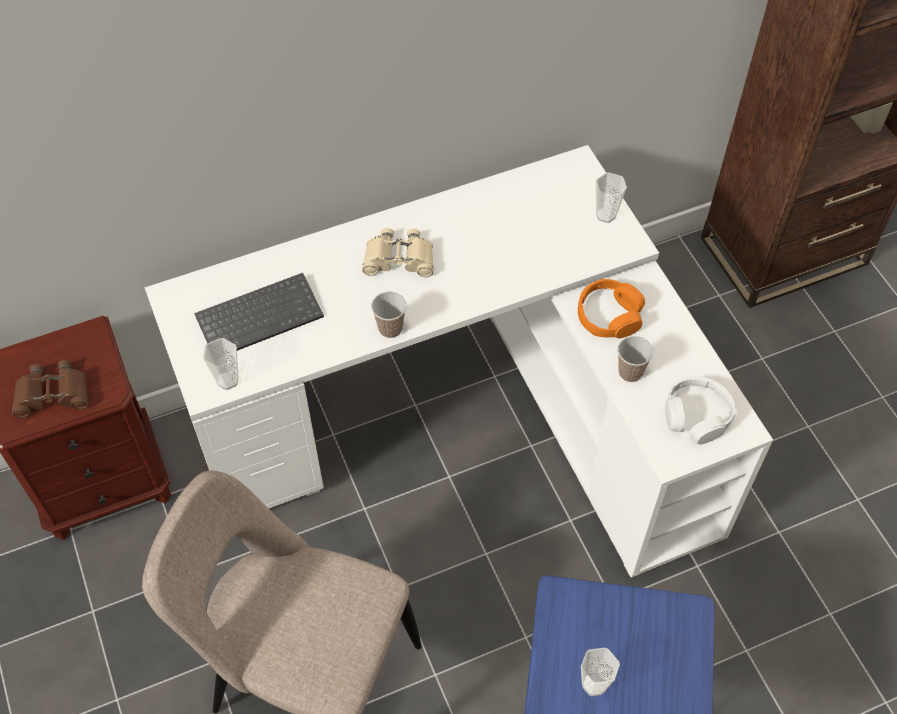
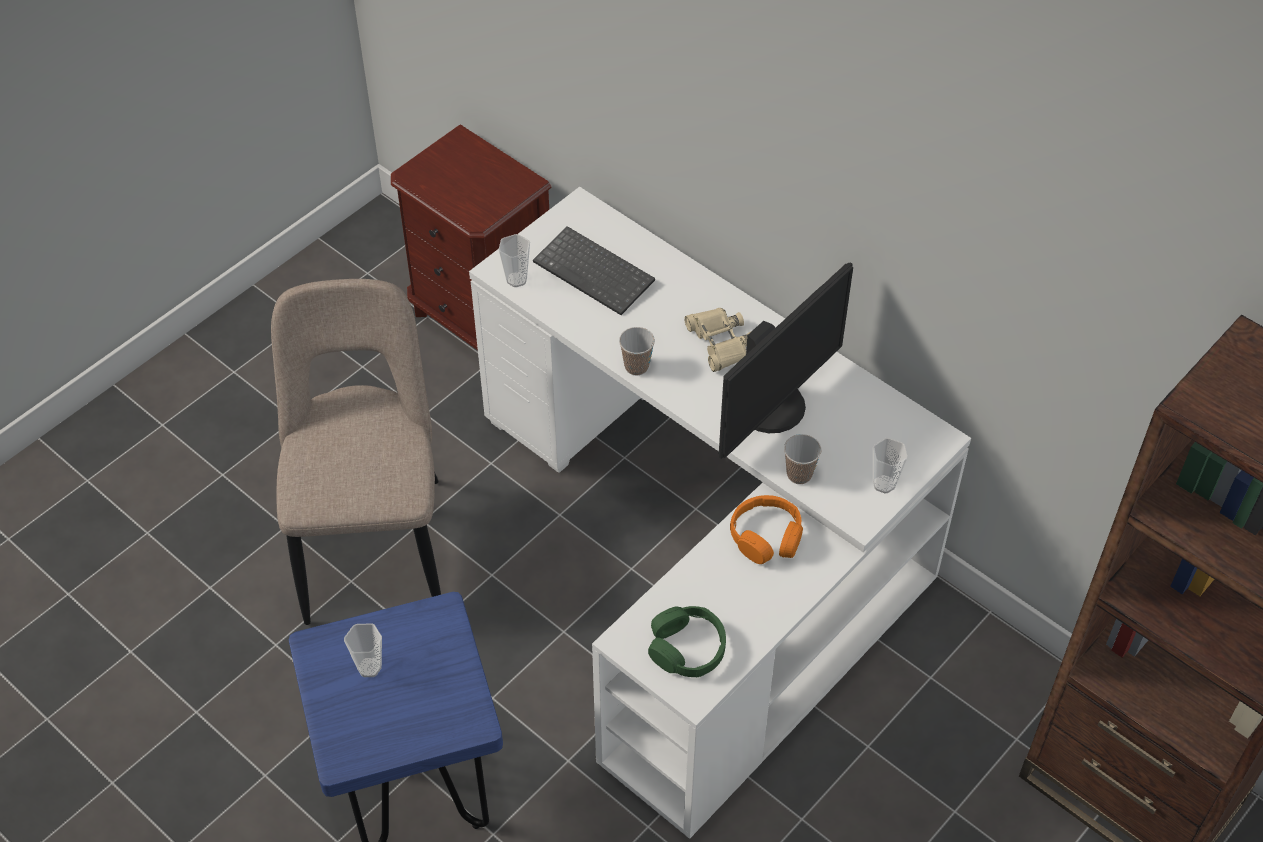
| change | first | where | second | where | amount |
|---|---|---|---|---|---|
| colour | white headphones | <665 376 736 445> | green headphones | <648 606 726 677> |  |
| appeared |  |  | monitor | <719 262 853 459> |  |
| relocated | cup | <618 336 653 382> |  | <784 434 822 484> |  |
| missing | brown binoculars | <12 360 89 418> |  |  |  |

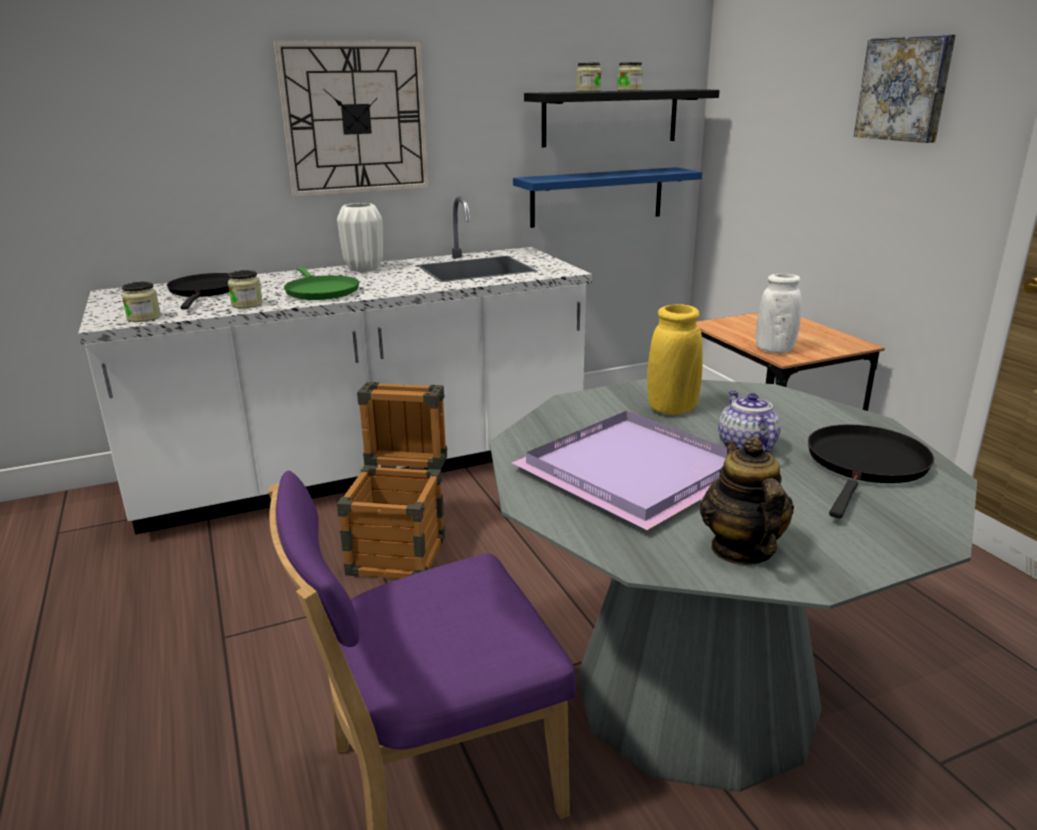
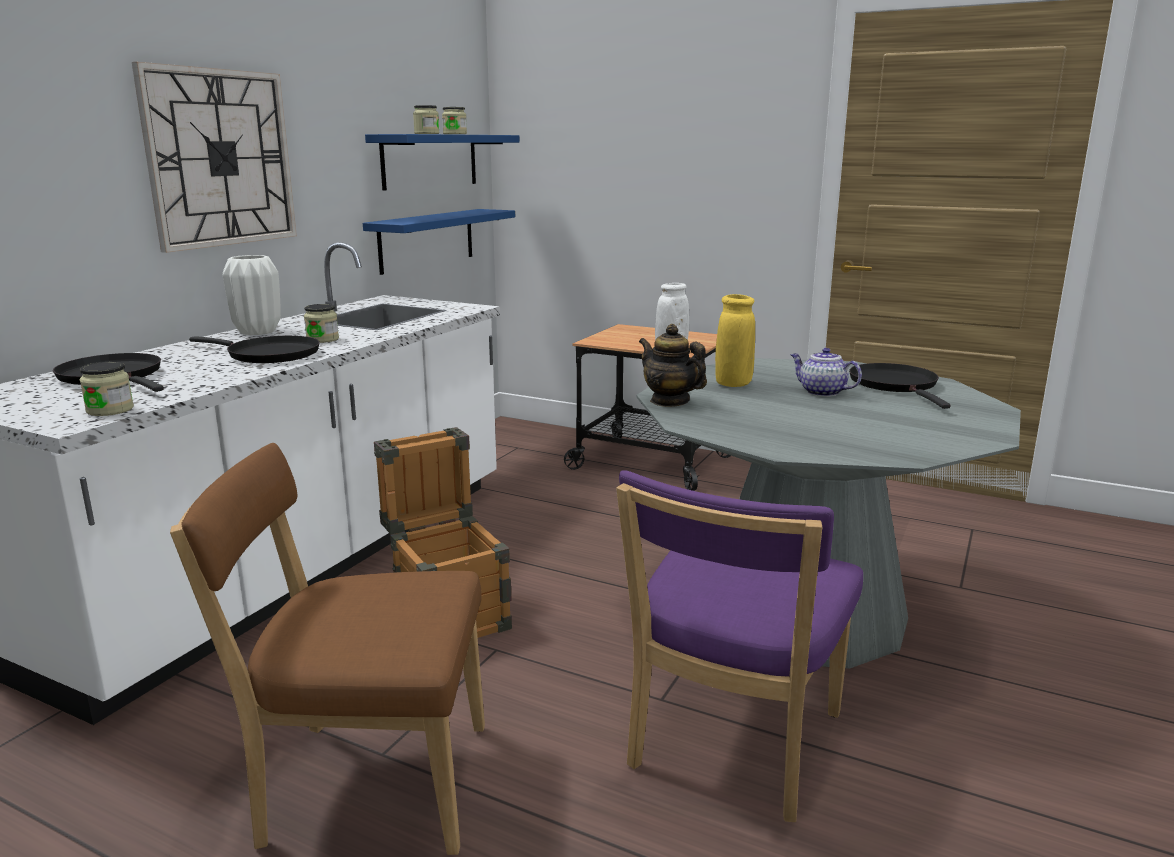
| change | first | where | second | where | amount |
|---|---|---|---|---|---|
| appeared |  |  | brown chair | <170 443 485 855> |  |
| colour | green frying pan | <284 267 359 300> | black frying pan | <189 336 320 363> |  |
| relocated | jar | <228 270 263 308> |  | <304 304 339 343> |  |
| colour | black shelf | <524 89 720 147> | blue shelf | <365 134 520 191> |  |
| relocated | teapot | <700 437 794 565> |  | <639 324 707 407> |  |
| missing | purple tray | <512 411 727 530> |  |  |  |
| missing | picture | <854 34 956 143> |  |  |  |

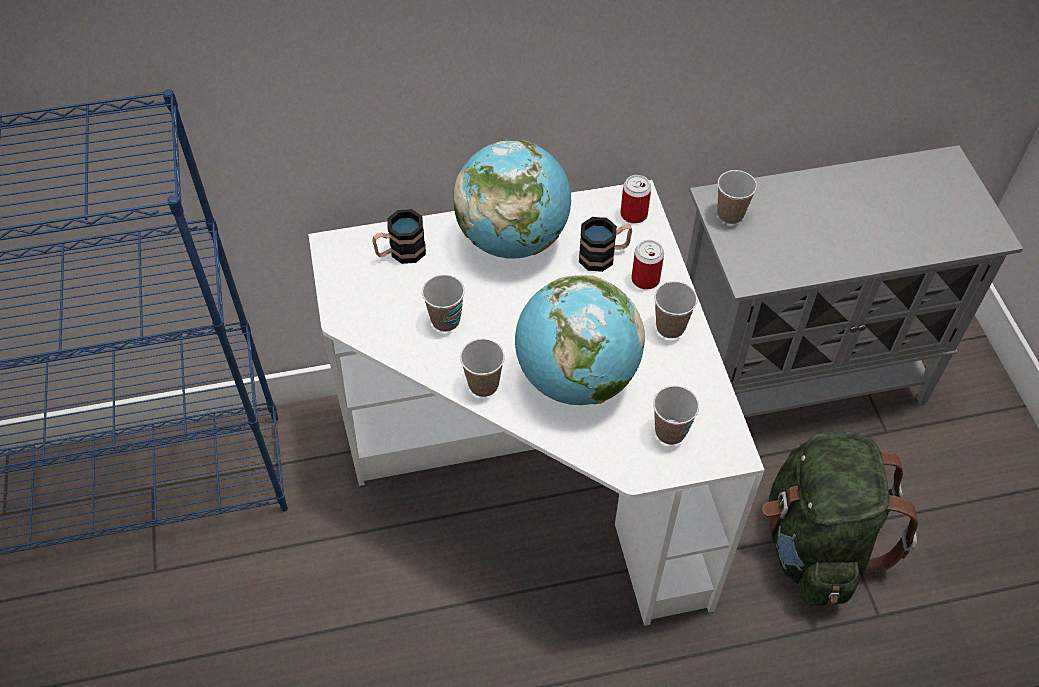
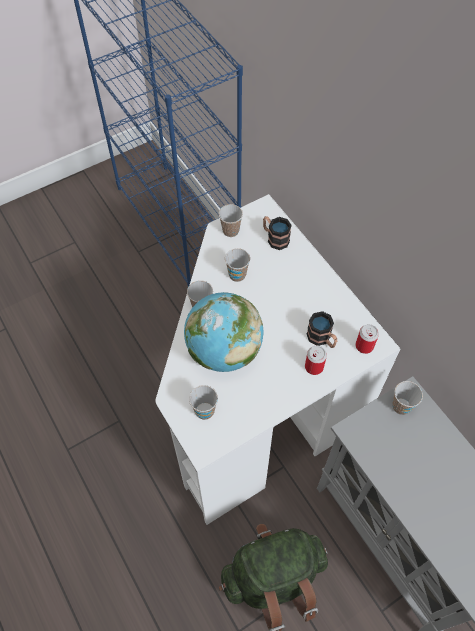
| change | first | where | second | where | amount |
|---|---|---|---|---|---|
| relocated | cup | <654 281 698 338> |  | <219 204 243 237> |  |
| missing | globe | <453 139 571 259> |  |  |  |

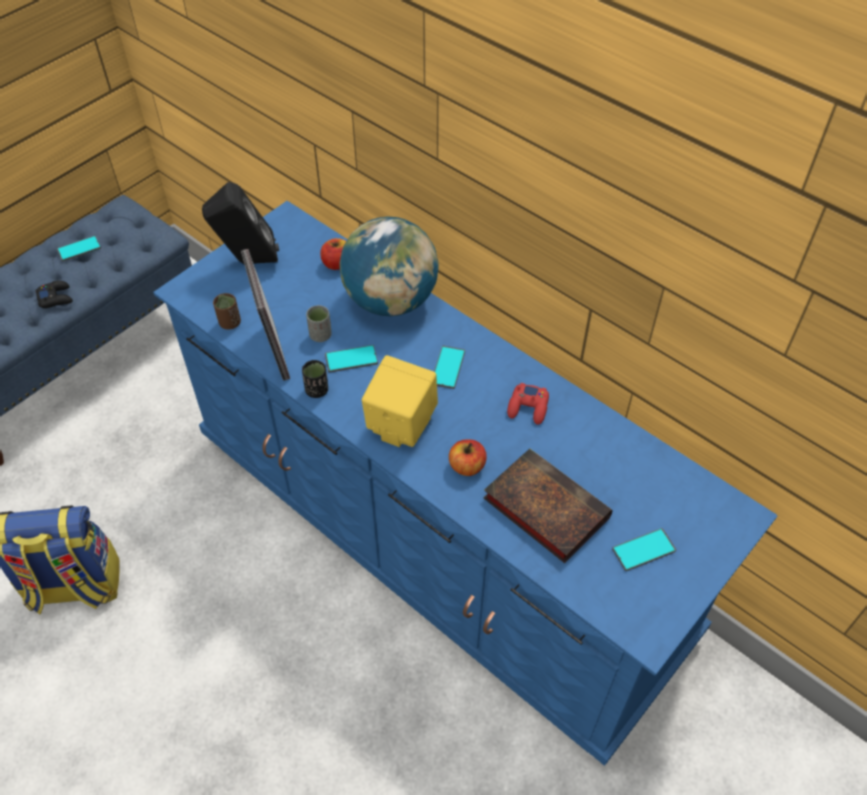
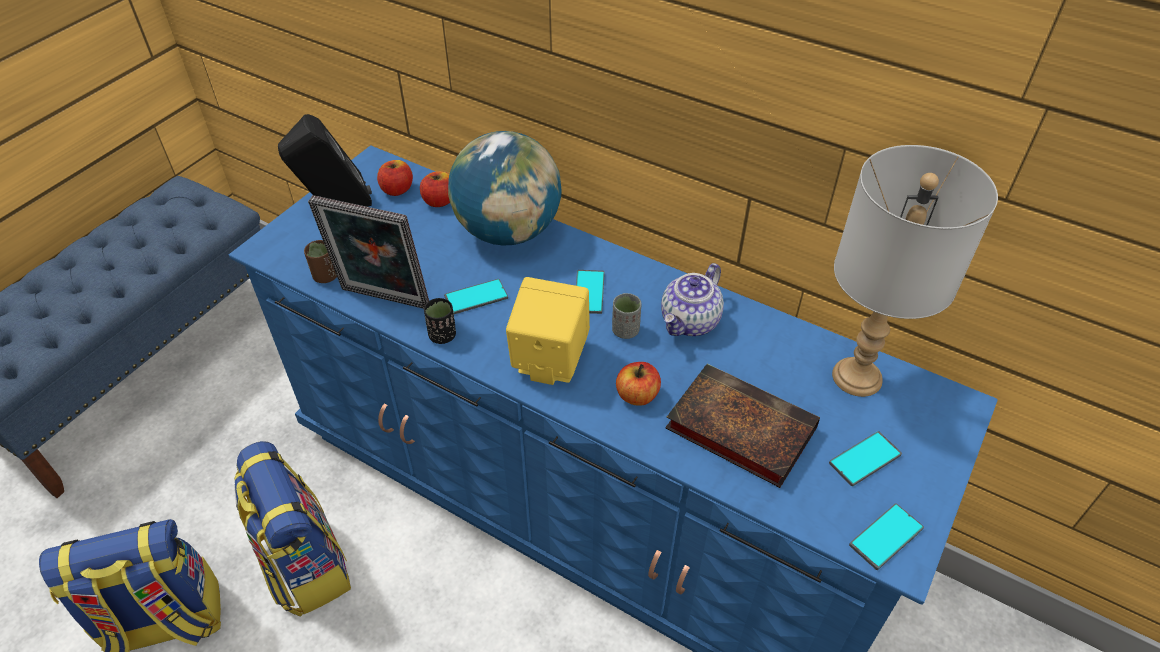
| change | first | where | second | where | amount |
|---|---|---|---|---|---|
| appeared |  |  | backpack | <234 441 351 617> |  |
| spun | picture frame | <241 249 290 381> |  | <308 195 429 308> | 45 degrees counterclockwise |
| appeared |  |  | apple | <377 160 413 196> |  |
| relocated | grey cup | <306 305 332 342> |  | <612 293 642 339> |  |
| exchanged | red game controller | <507 383 549 425> | teapot | <661 263 724 336> |  |
| appeared |  |  | grey table lamp | <832 145 998 397> |  |
| relocated | phone | <57 236 101 262> |  | <849 503 924 570> |  |
| missing | black game controller | <35 280 73 308> |  |  |  |

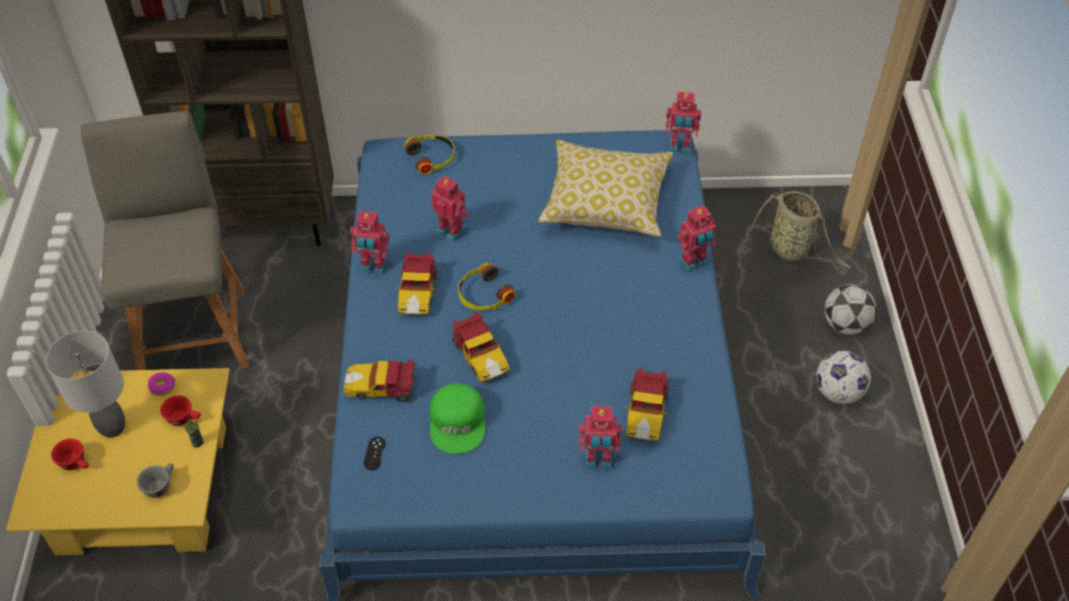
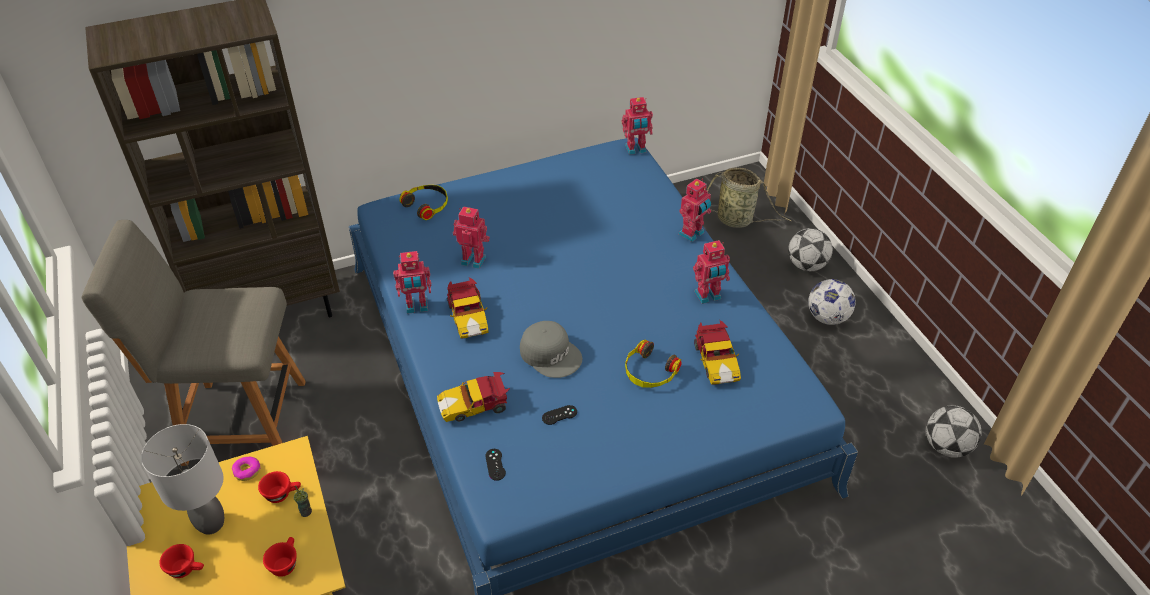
| change | first | where | second | where | amount |
|---|---|---|---|---|---|
| spun | grey chair | <81 111 249 370> |  | <81 220 306 466> | 60 degrees counterclockwise |
| colour | grey cup | <137 463 174 498> | red cup | <263 537 297 577> |  |
| exchanged | toy car | <452 311 510 382> | grey cap | <520 321 582 378> |  |
| exchanged | green cap | <429 383 485 454> | black game controller | <542 405 577 425> |  |
| relocated | headphones | <458 263 515 310> |  | <625 340 682 388> |  |
| relocated | toy robot | <579 406 622 469> |  | <693 240 730 304> |  |
| appeared |  |  | football | <926 406 982 457> |  |
| missing | pillow | <538 140 673 237> |  |  |  |

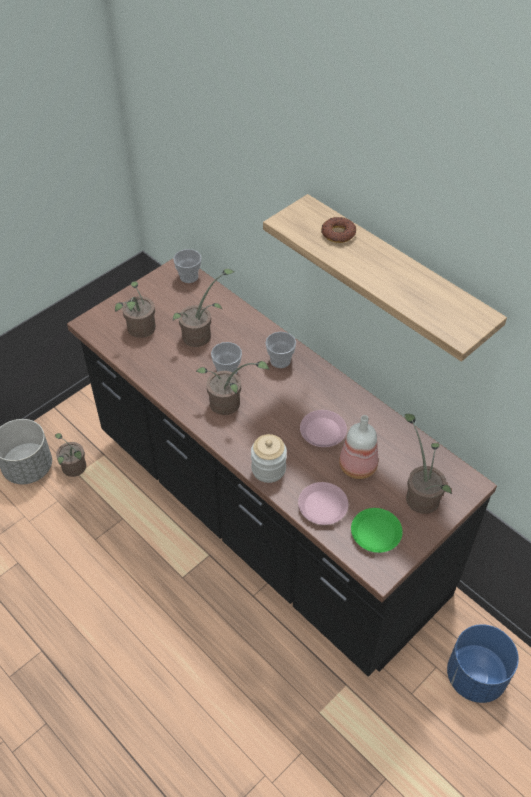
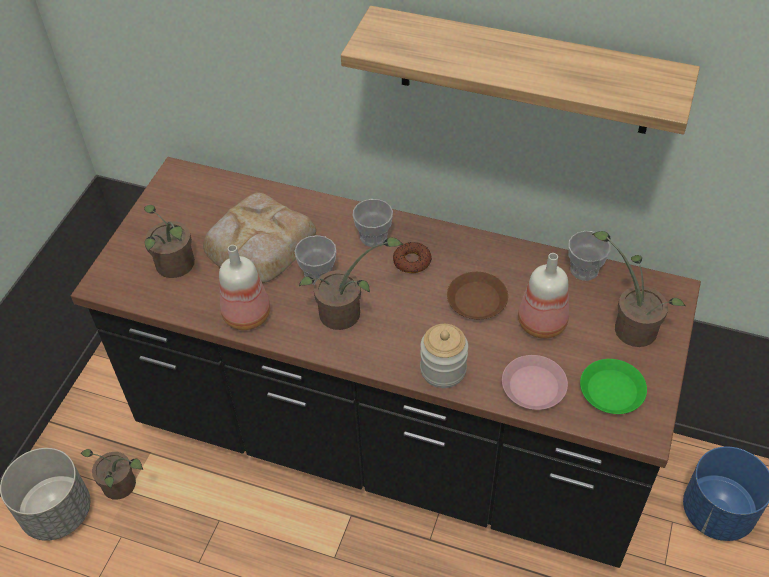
| change | first | where | second | where | amount |
|---|---|---|---|---|---|
| exchanged | potted plant | <173 269 235 347> | bread | <203 193 316 283> |  |
| appeared |  |  | bottle | <219 245 270 330> |  |
| relocated | donut | <321 217 356 243> |  | <393 242 432 273> |  |
| colour | pink plate | <300 410 347 447> | brown plate | <447 272 508 319> |  |
| relocated | cup | <173 249 202 283> |  | <568 231 611 281> |  |

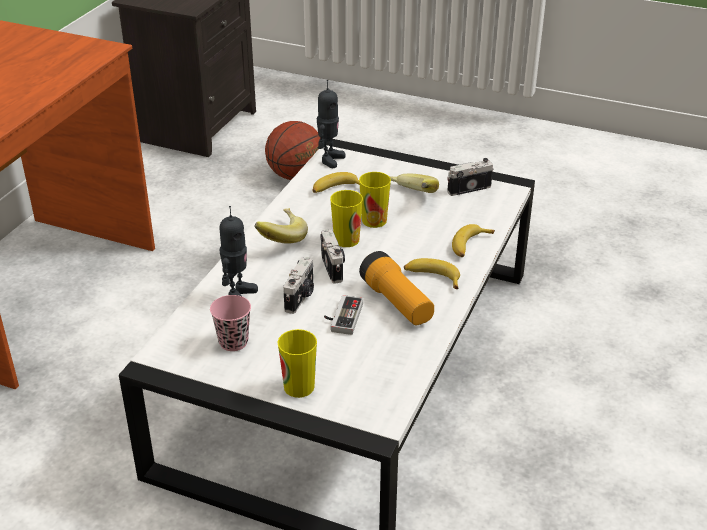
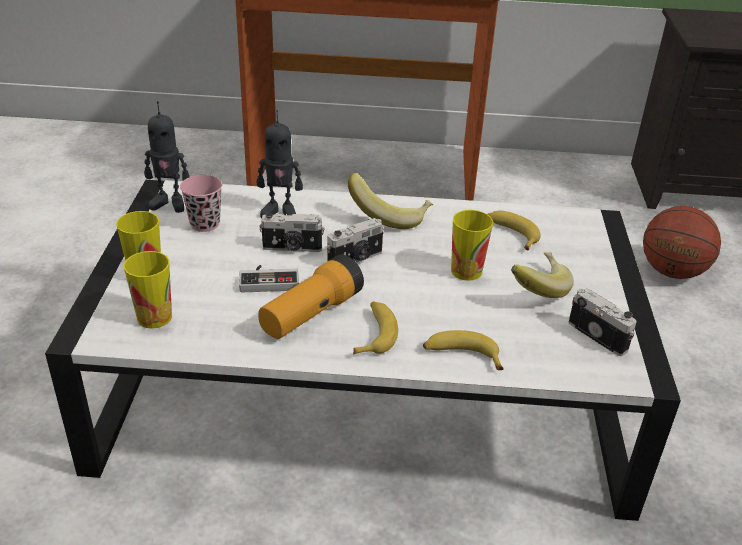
| change | first | where | second | where | amount |
|---|---|---|---|---|---|
| relocated | cup | <330 190 363 247> |  | <124 251 172 329> |  |
| relocated | toy robot | <317 80 346 168> |  | <144 101 189 213> |  |

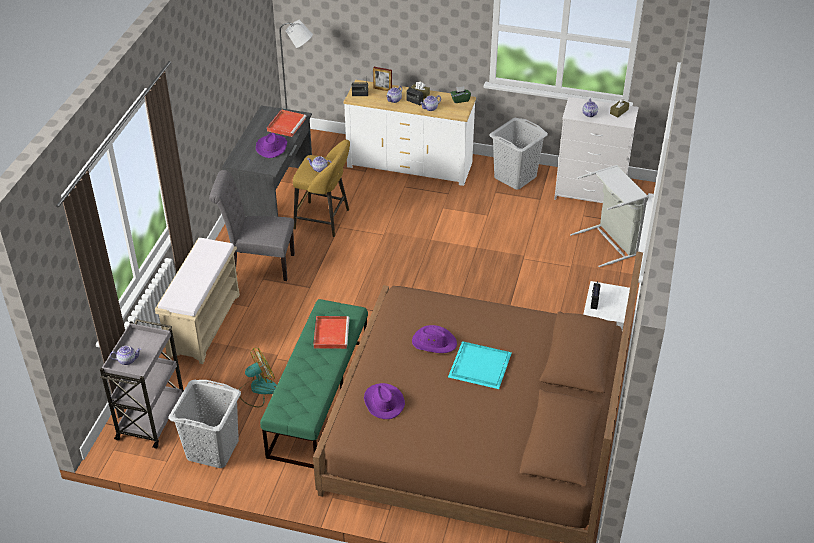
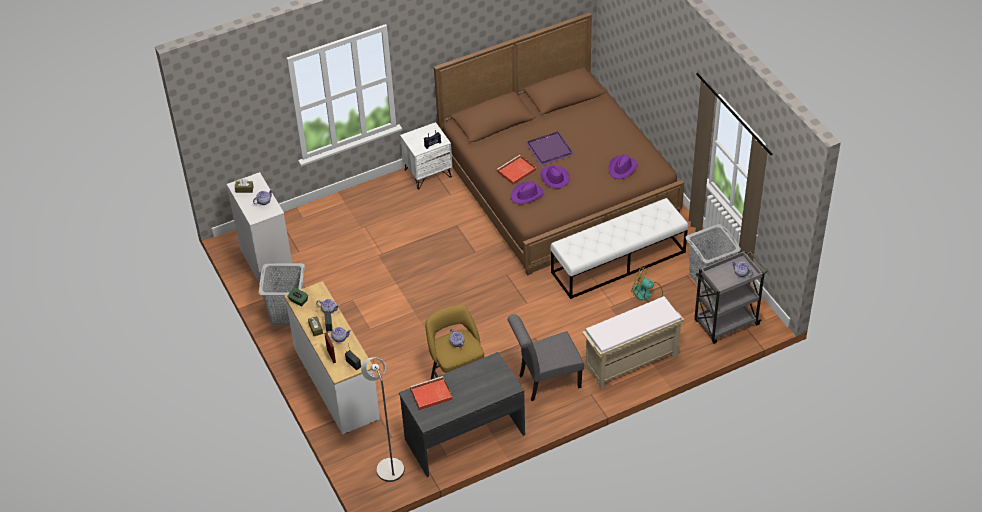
| change | first | where | second | where | amount |
|---|---|---|---|---|---|
| relocated | red tray | <313 316 349 349> |  | <497 155 536 185> |  |
| spun | grey chair | <209 170 295 281> |  | <507 314 584 401> | 105 degrees clockwise |
| relocated | purple hat | <256 133 287 158> |  | <511 181 543 204> |  |
| colour | turquoise tray | <448 341 512 389> | purple tray | <525 131 575 166> |  |
| colour | green bench | <260 299 368 468> | white bench | <550 198 688 299> |  |
| missing | grey laundry basket | <570 165 649 267> |  |  |  |

